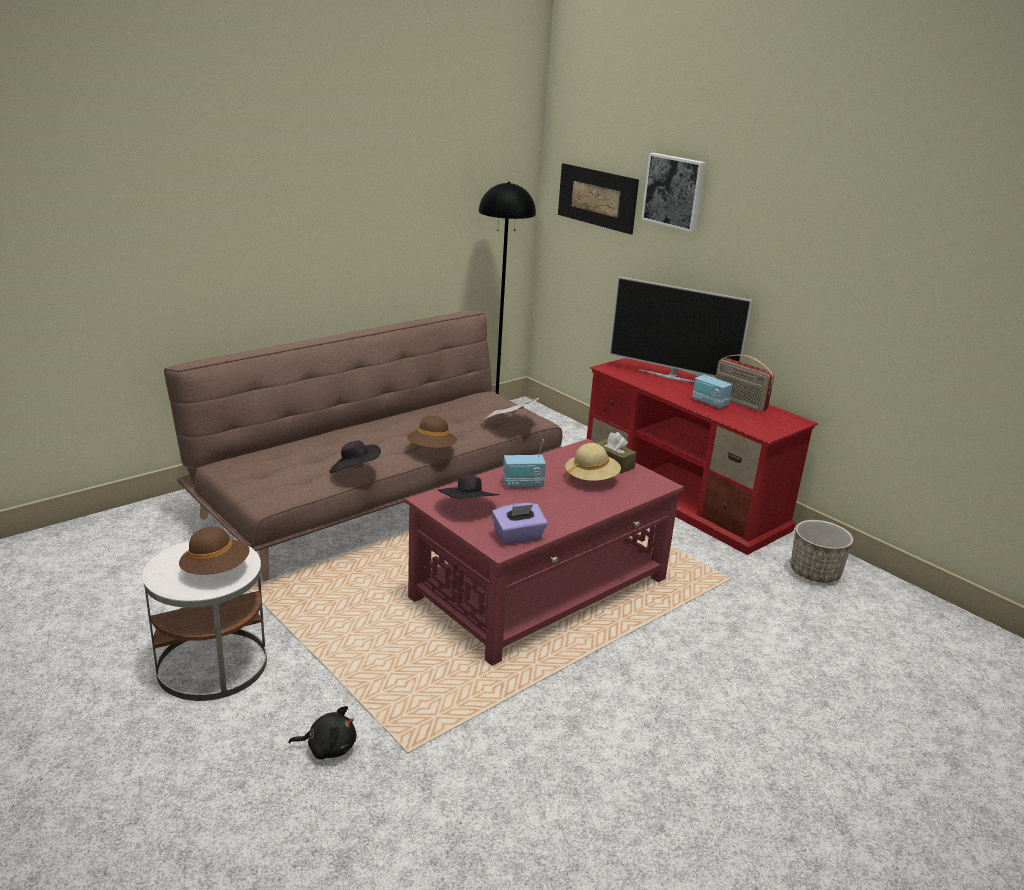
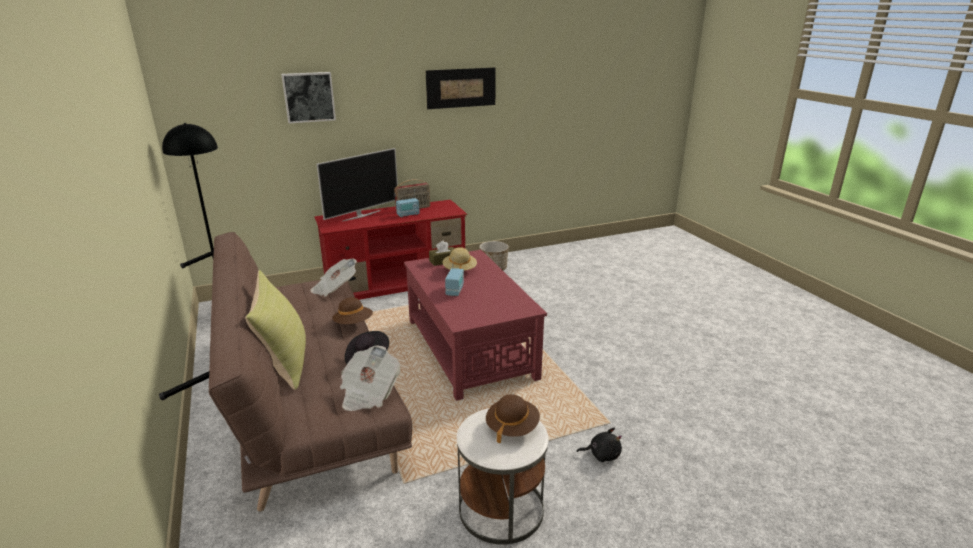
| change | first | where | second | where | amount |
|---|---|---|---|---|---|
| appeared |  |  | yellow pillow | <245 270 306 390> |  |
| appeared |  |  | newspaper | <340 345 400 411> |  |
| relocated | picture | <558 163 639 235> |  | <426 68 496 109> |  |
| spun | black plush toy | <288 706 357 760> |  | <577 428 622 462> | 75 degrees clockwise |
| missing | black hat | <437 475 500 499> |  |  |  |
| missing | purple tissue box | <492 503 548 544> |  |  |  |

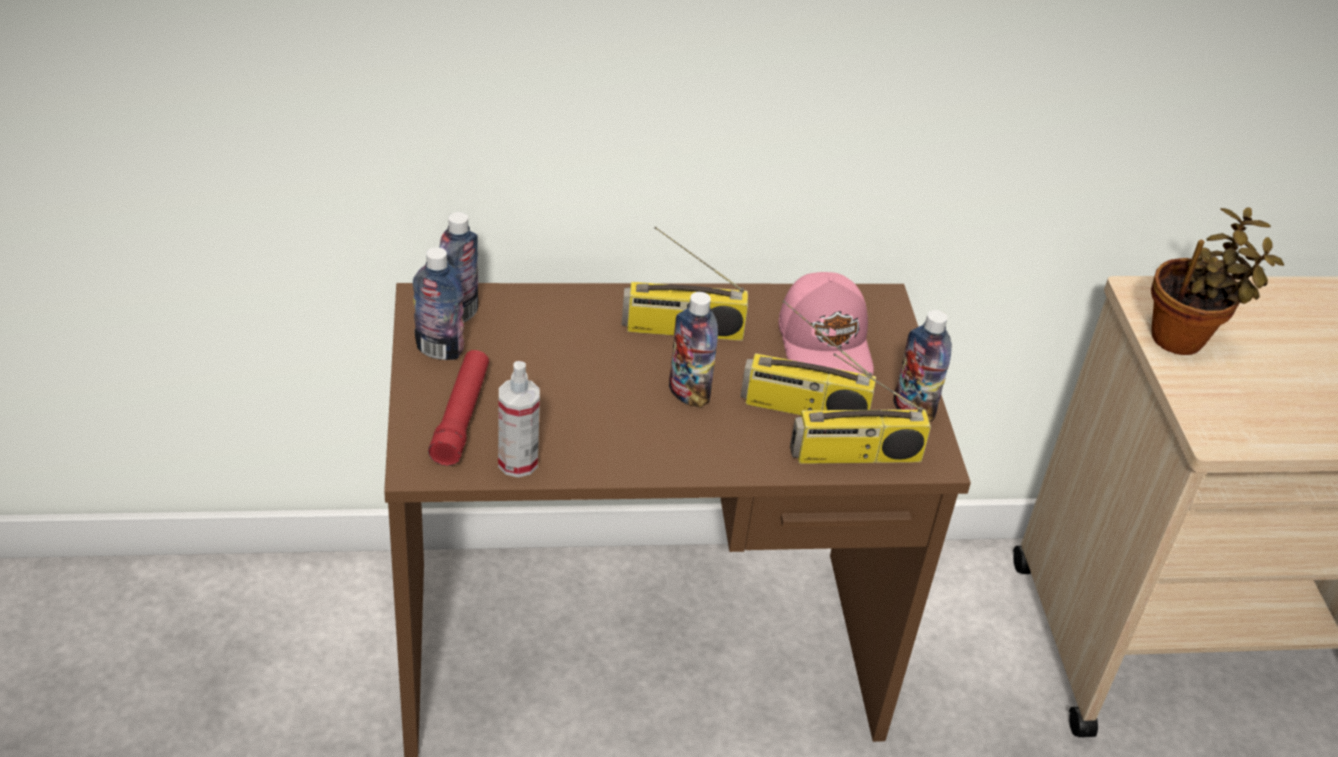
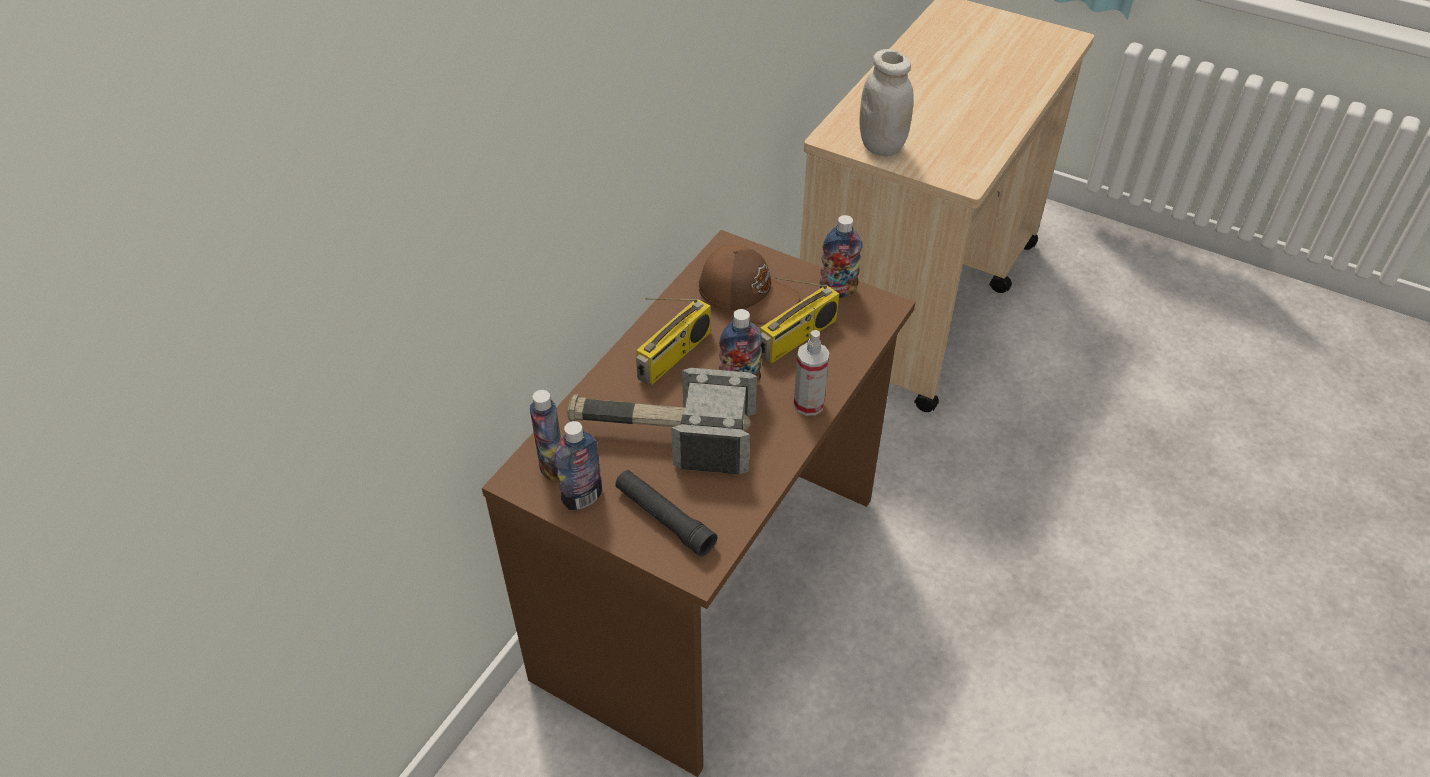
| change | first | where | second | where | amount |
|---|---|---|---|---|---|
| appeared |  |  | hammer | <567 368 757 474> |  |
| colour | red flashlight | <428 350 489 466> | black flashlight | <615 470 717 557> |  |
| colour | pink cap | <779 272 874 376> | brown cap | <699 245 800 325> |  |
| relocated | spray bottle | <498 361 540 477> |  | <794 330 830 416> |  |
| exchanged | potted plant | <1151 207 1284 355> | white jar | <859 49 914 156> |  |
| missing | radio | <790 353 931 464> |  |  |  |

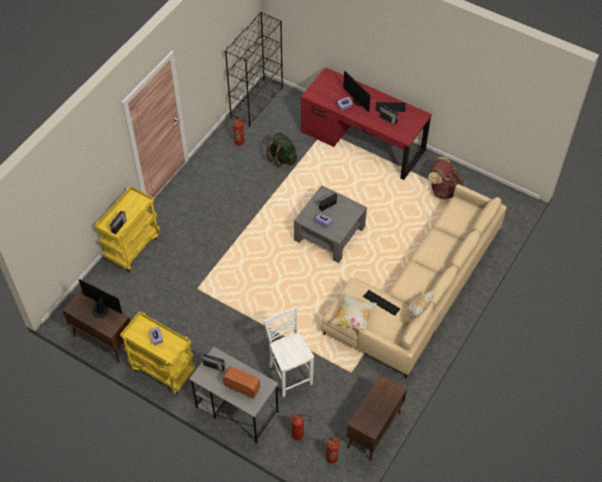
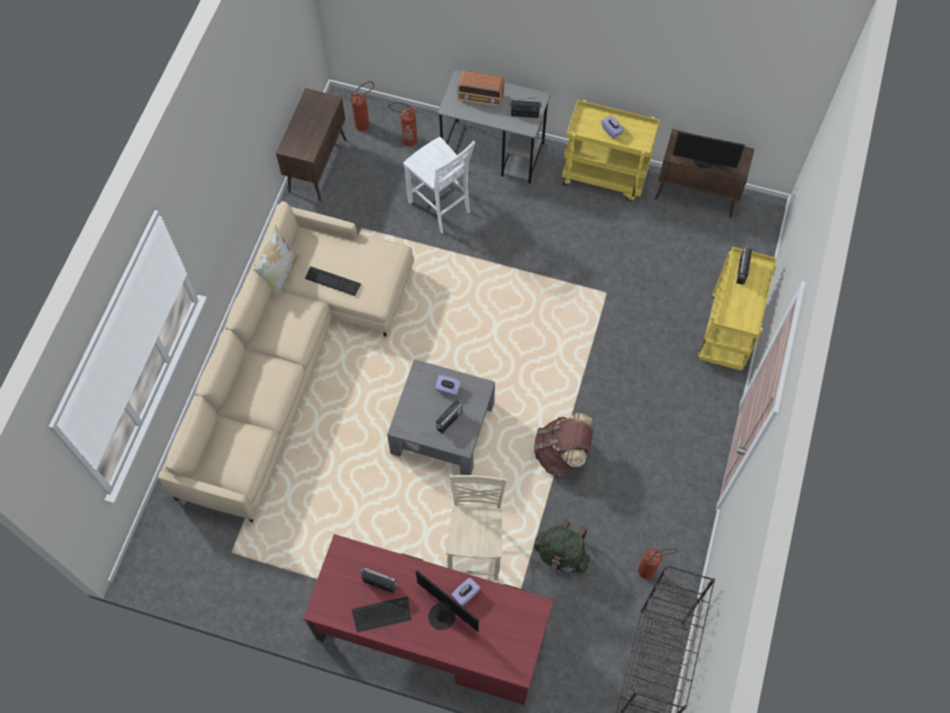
| change | first | where | second | where | amount |
|---|---|---|---|---|---|
| appeared |  |  | beige chair | <446 474 507 581> |  |
| relocated | brown backpack | <428 157 463 200> |  | <534 413 593 476> |  |
| missing | pillow | <331 293 377 332> |  |  |  |

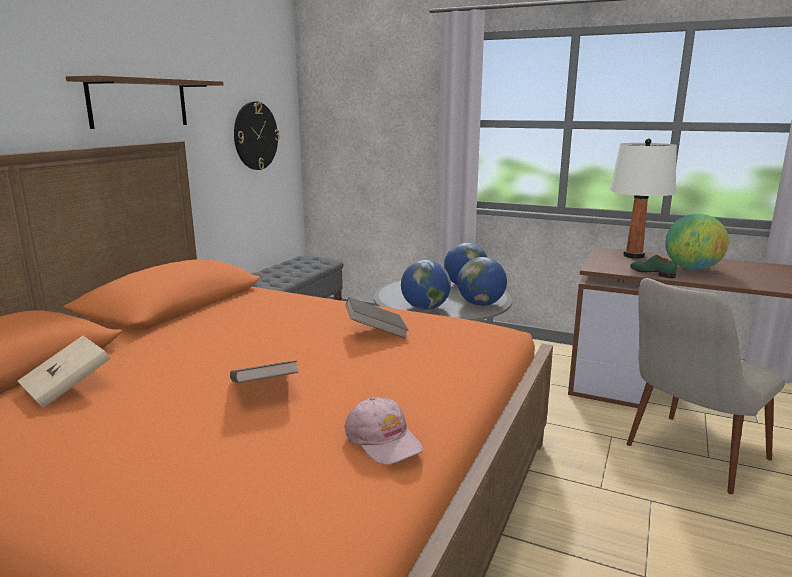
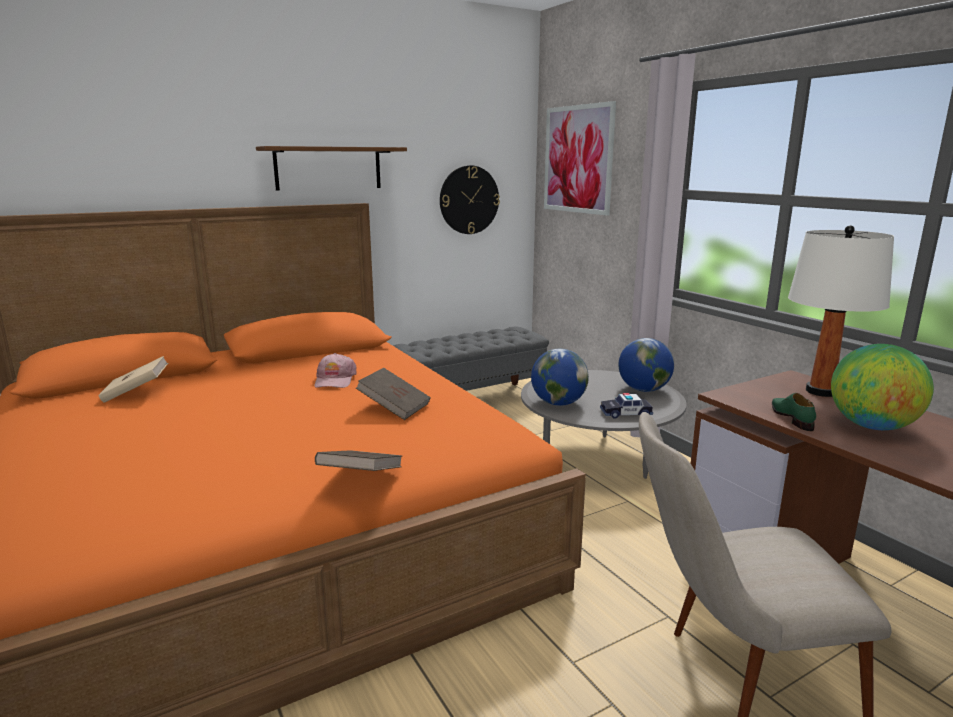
| change | first | where | second | where | amount |
|---|---|---|---|---|---|
| relocated | pink cap | <344 397 423 465> |  | <314 353 357 388> |  |
| relocated | brown book | <230 361 299 383> |  | <315 450 403 471> |  |
| appeared |  |  | picture | <544 101 616 216> |  |
| exchanged | globe | <457 257 507 306> | toy car | <600 393 653 418> |  |

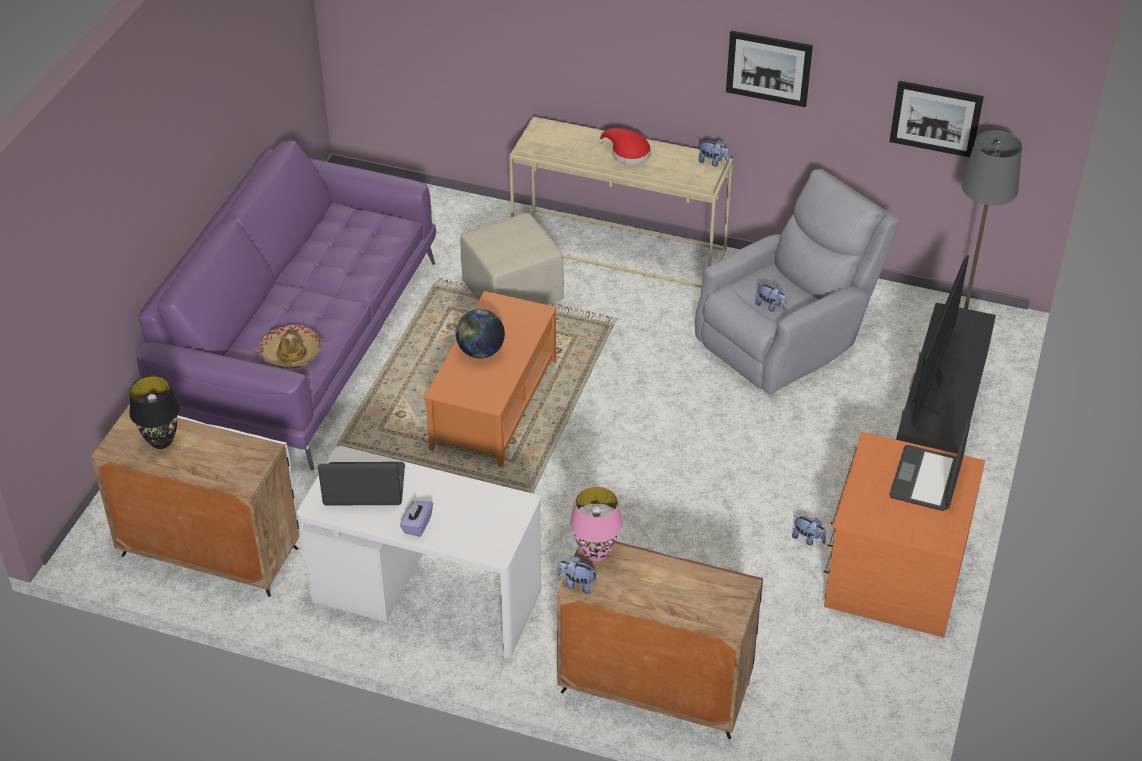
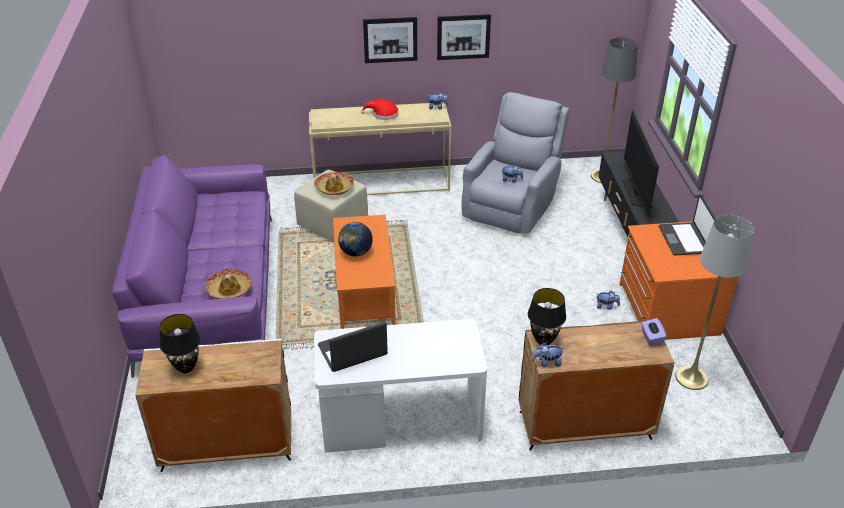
| change | first | where | second | where | amount |
|---|---|---|---|---|---|
| appeared |  |  | hat | <314 172 354 195> |  |
| relocated | picture | <889 81 984 157> |  | <363 17 417 63> |  |
| colour | pink table lamp | <570 486 623 562> | black table lamp | <528 288 566 345> |  |
| relocated | purple tissue box | <400 500 433 537> |  | <642 318 666 346> |  |
| appeared |  |  | grey floor lamp | <675 215 754 390> |  |

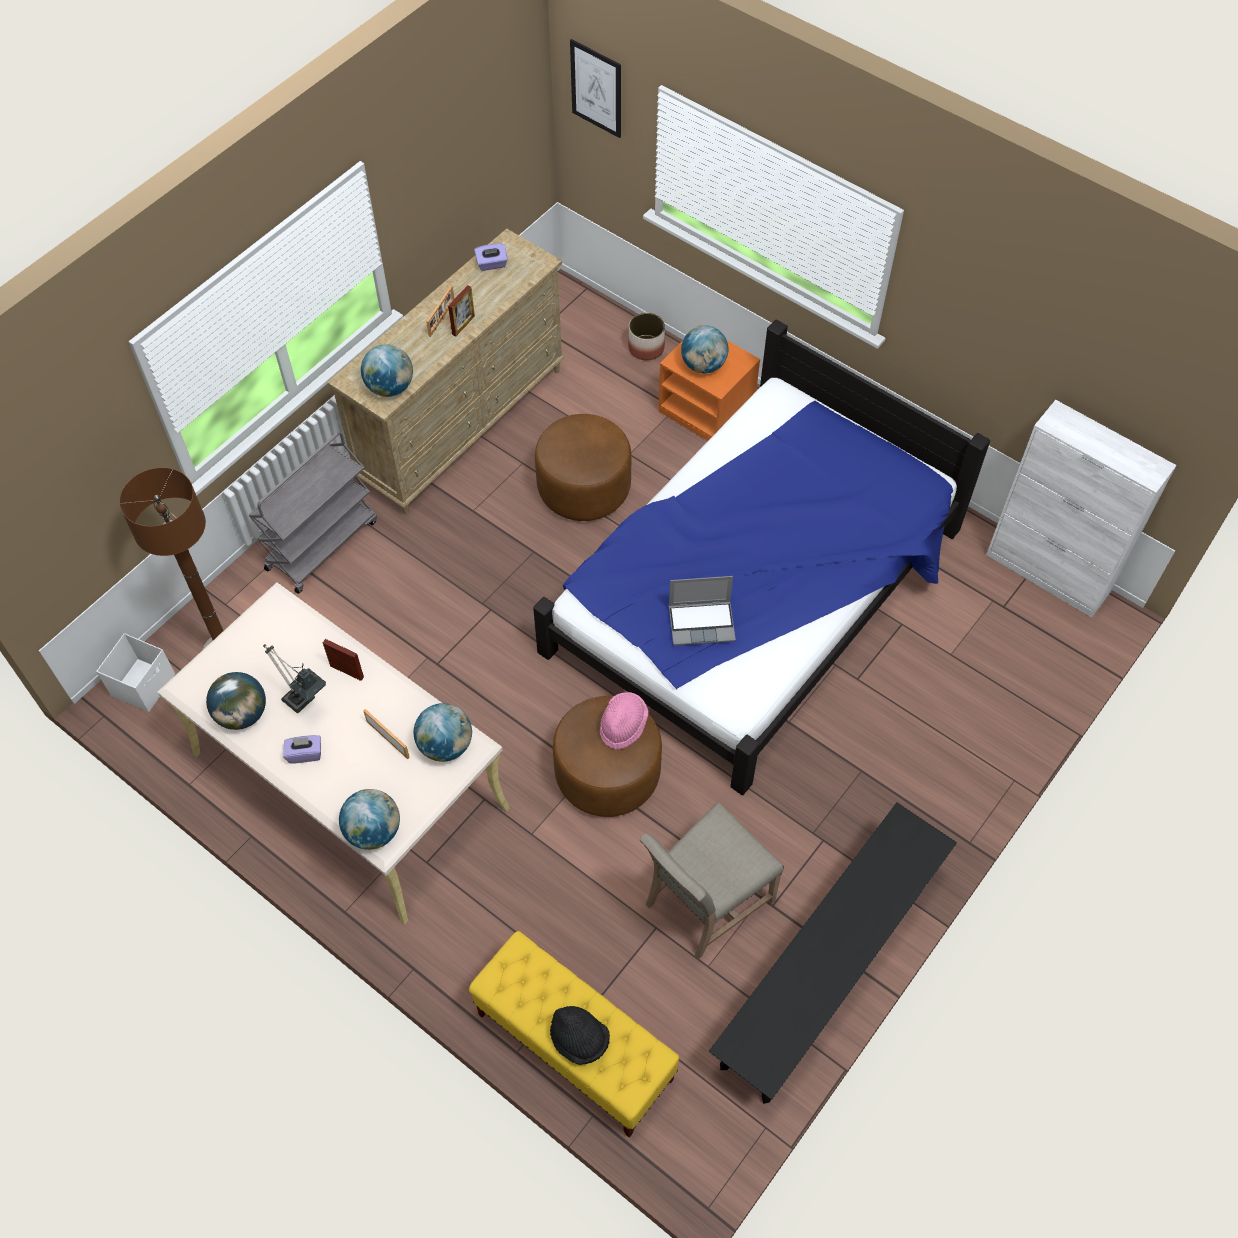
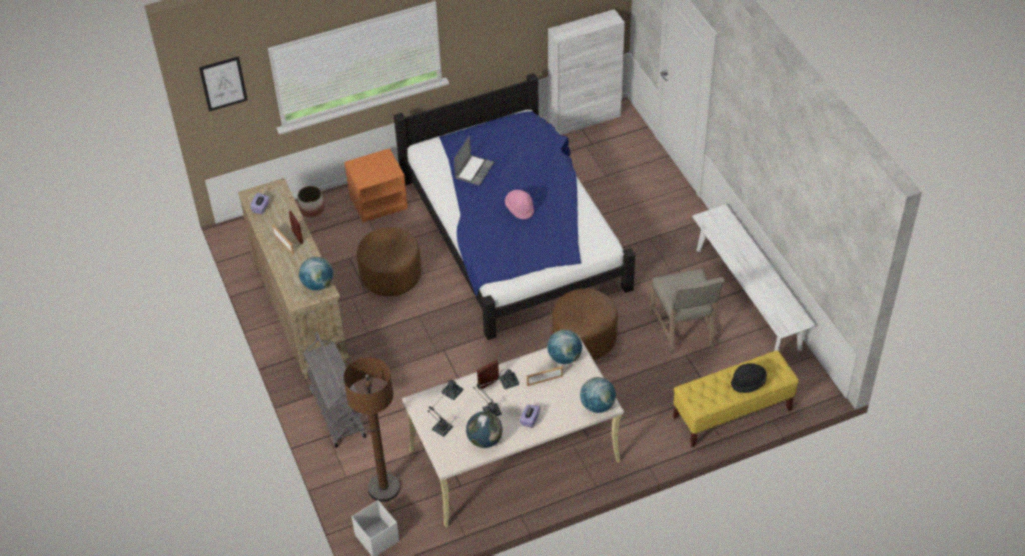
| change | first | where | second | where | amount |
|---|---|---|---|---|---|
| appeared |  |  | table lamp | <428 380 463 437> |  |
| relocated | laptop | <669 576 736 646> |  | <454 136 494 186> |  |
| relocated | pink hat | <600 692 648 750> |  | <505 190 534 219> |  |
| colour | black bench | <709 802 957 1104> | white bench | <692 204 816 352> |  |
| missing | globe | <681 325 728 373> |  |  |  |

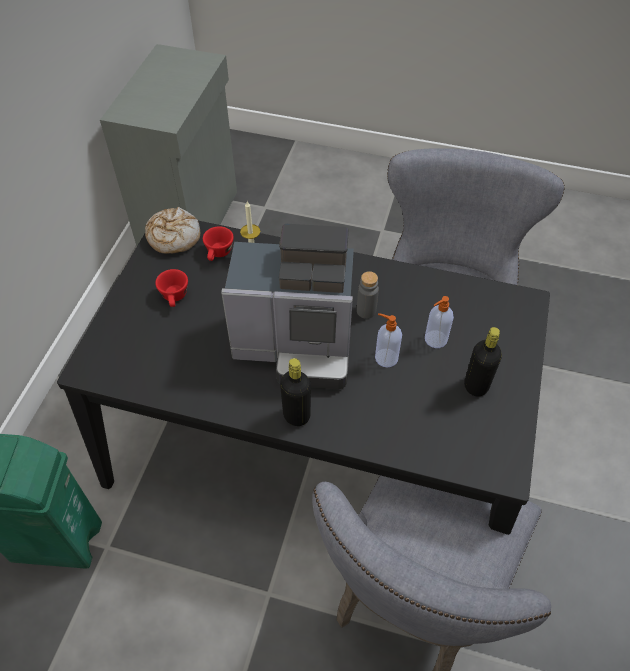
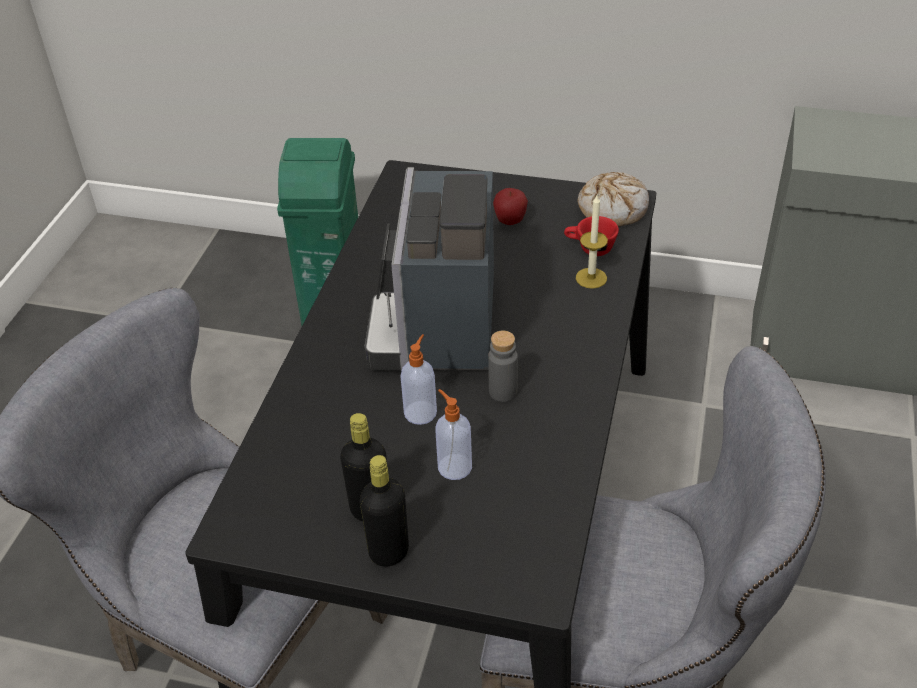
| change | first | where | second | where | amount |
|---|---|---|---|---|---|
| relocated | black bottle | <280 358 311 426> |  | <360 455 409 566> |  |
| exchanged | red cup | <155 269 188 307> | apple | <493 188 528 225> |  |

